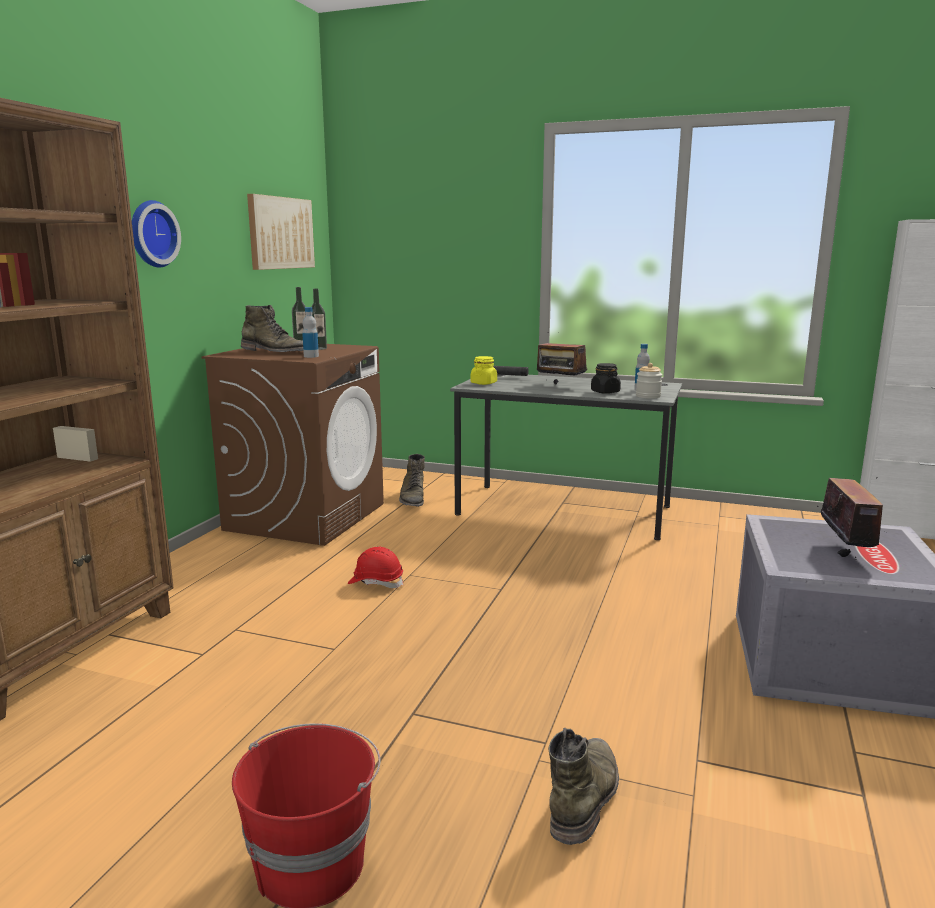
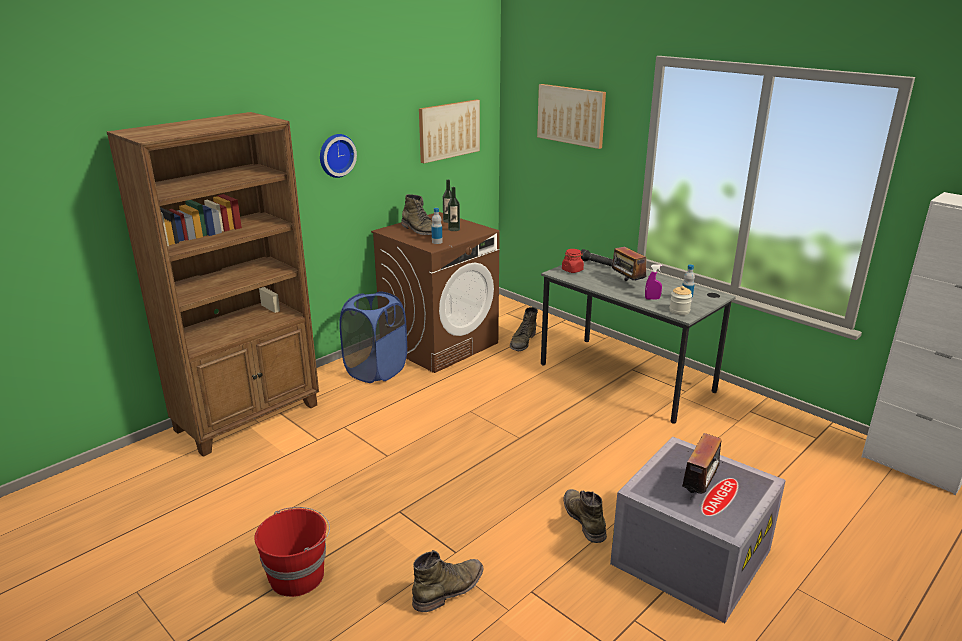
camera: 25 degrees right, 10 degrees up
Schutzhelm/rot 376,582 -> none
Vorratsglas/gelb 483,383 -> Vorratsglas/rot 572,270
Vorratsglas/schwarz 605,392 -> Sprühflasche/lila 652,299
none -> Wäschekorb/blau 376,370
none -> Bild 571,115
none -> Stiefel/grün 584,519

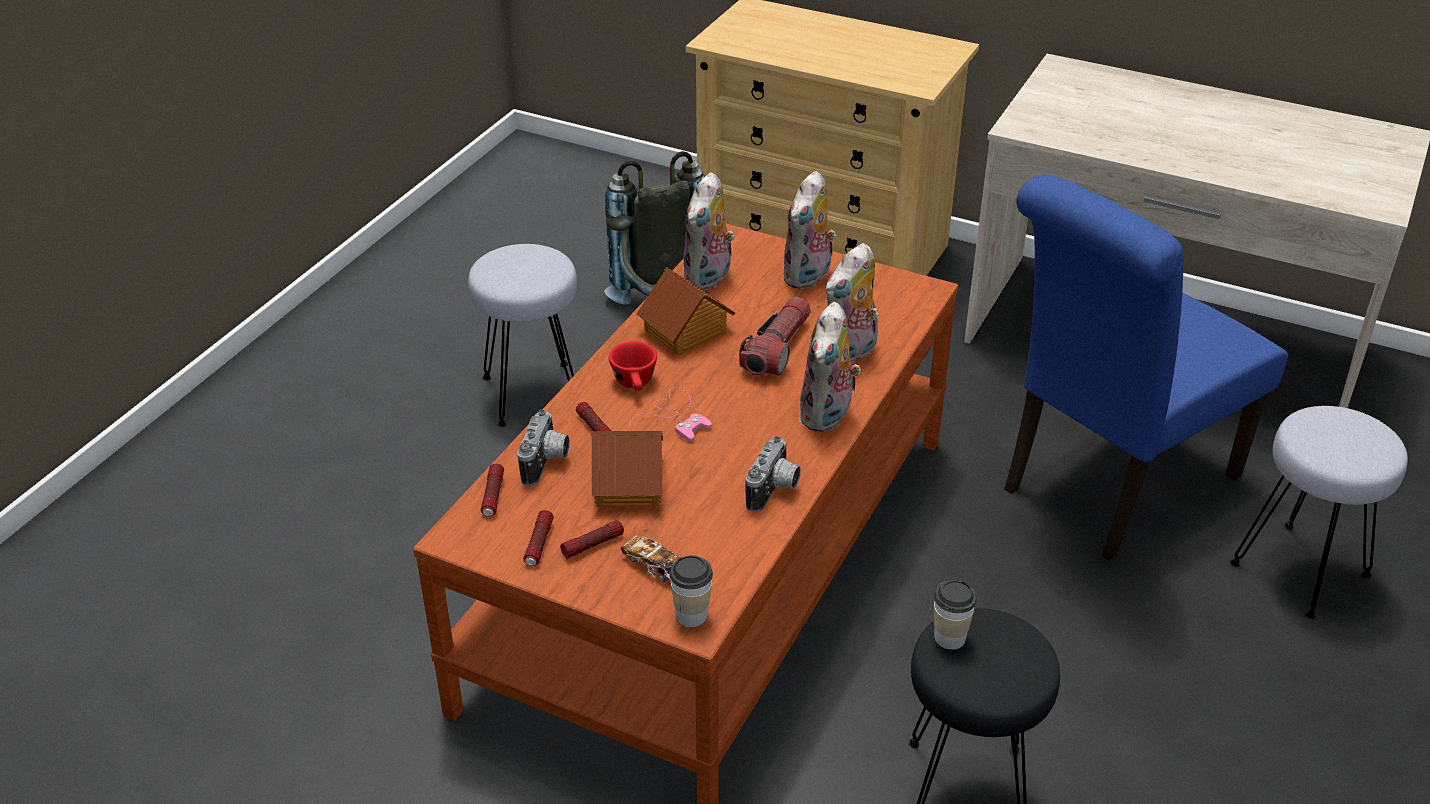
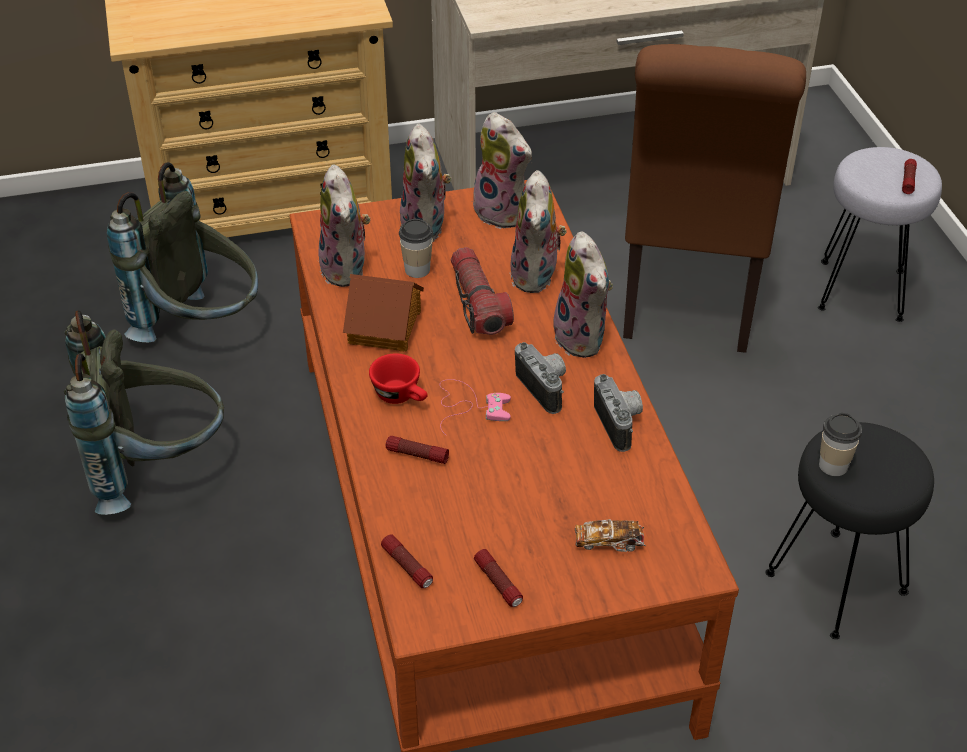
camera: 40 degrees left, 5 degrees up
Hocker/grau 533,393 -> Rucksack/grau 157,468
Kamera 547,463 -> Kamera 546,388, move
Taschenlampe 593,545 -> Taschenlampe 908,181, move
Spielzeughaus 627,483 -> none
Tasse 691,615 -> Tasse 417,269, move
Stuhl/blau 1109,487 -> Stuhl/braun 689,296
none -> Plüschtier 503,212

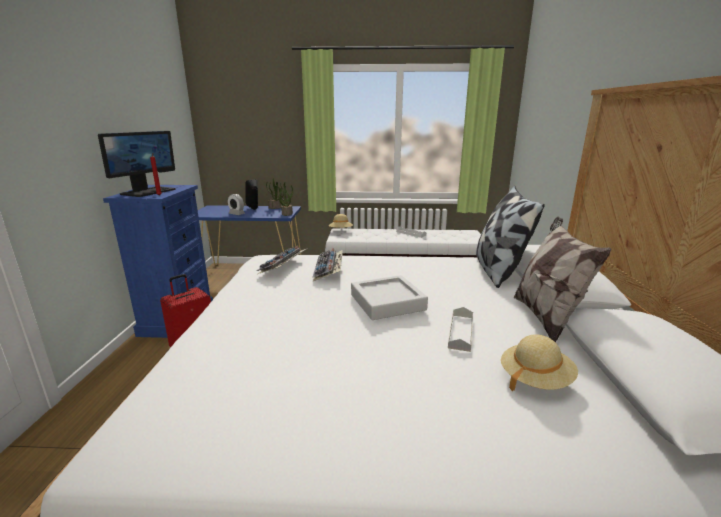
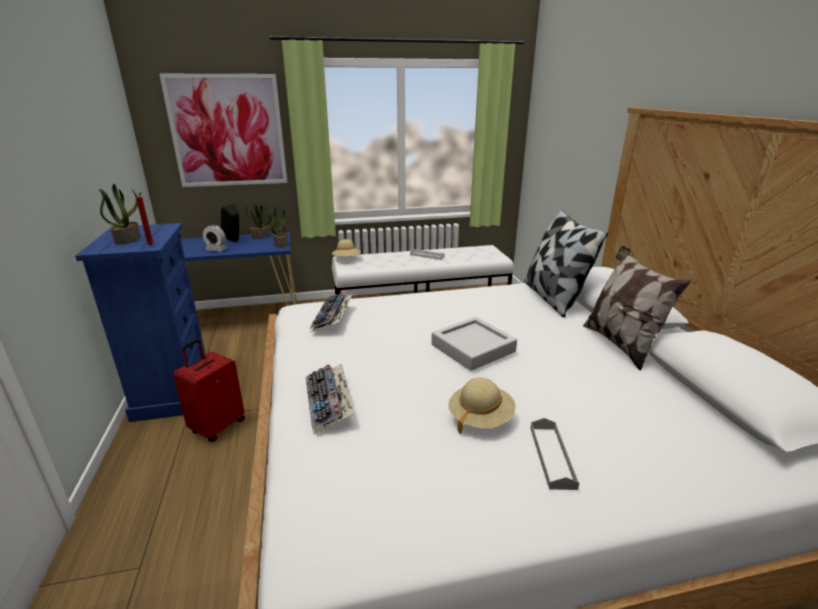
camera: 15 degrees left, 5 degrees up
Monitor 148,192 -> Topfpflanze 127,239
Tastatur 329,270 -> Tastatur 329,404, move
Tablett/grau 460,332 -> Tablett/grau 552,456, move
Hut/beige 535,379 -> Hut/beige 480,418, move
none -> Bild 228,131

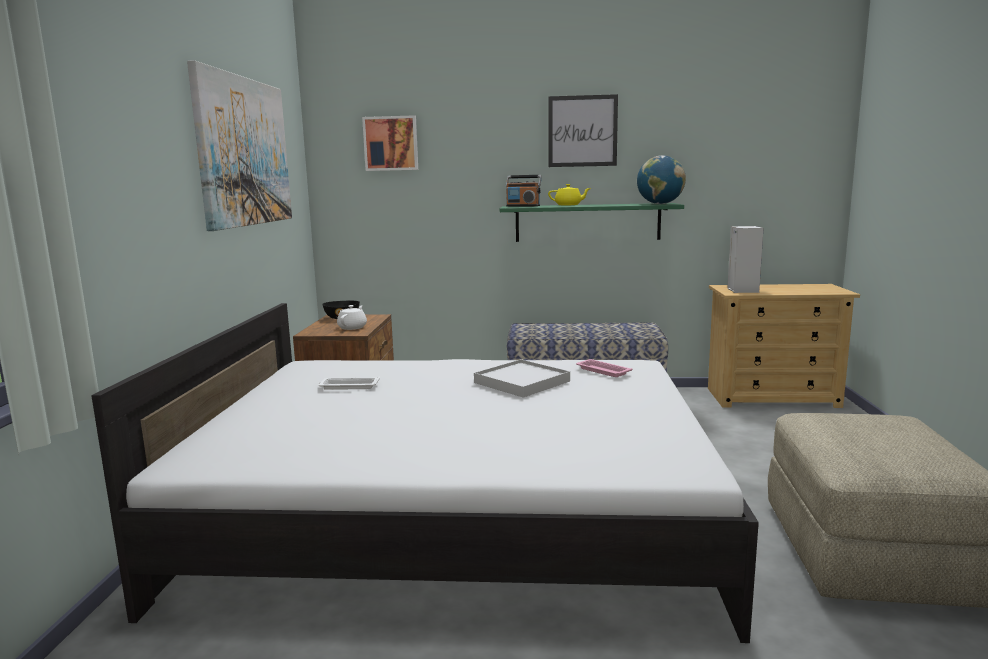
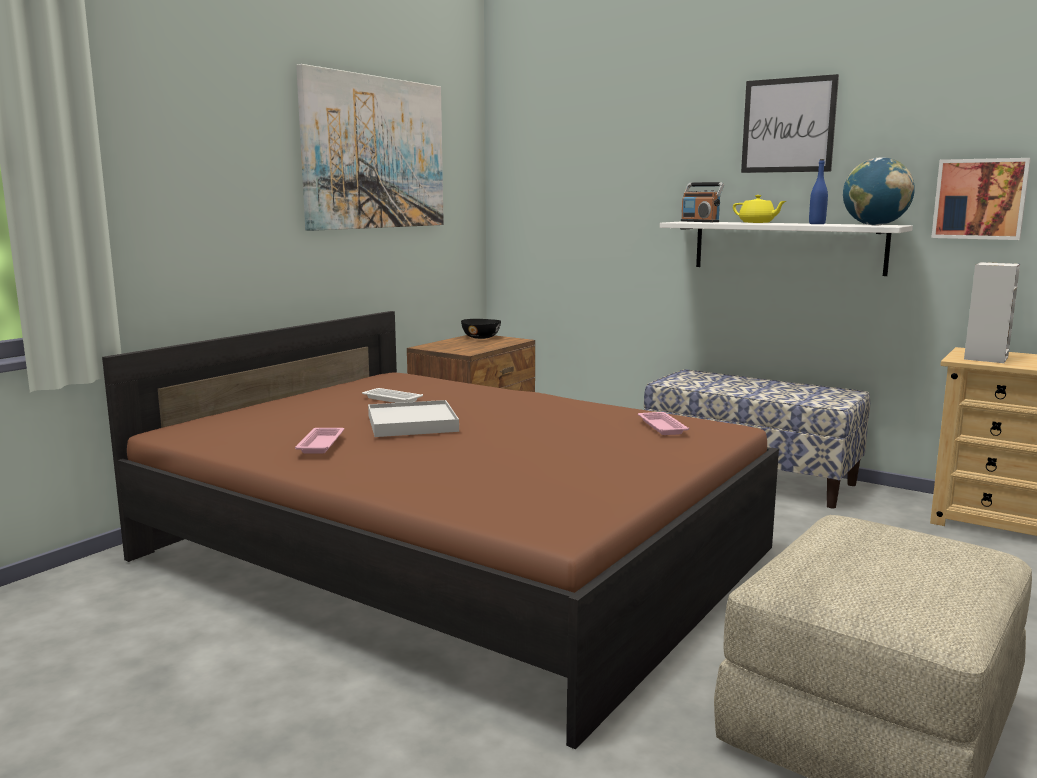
camera: 30 degrees right, 0 degrees up
Bett/weiß 456,515 -> Bett/braun 452,554
Teekanne/weiß 353,327 -> none
Bild 391,143 -> Bild 980,199, move
Tablett/weiß 521,382 -> Tablett/weiß 412,423, move
Wandregal/grün 587,222 -> Wandregal/weiß 787,247
none -> Tablett/rosa 321,444
none -> Flasche/blau 817,224

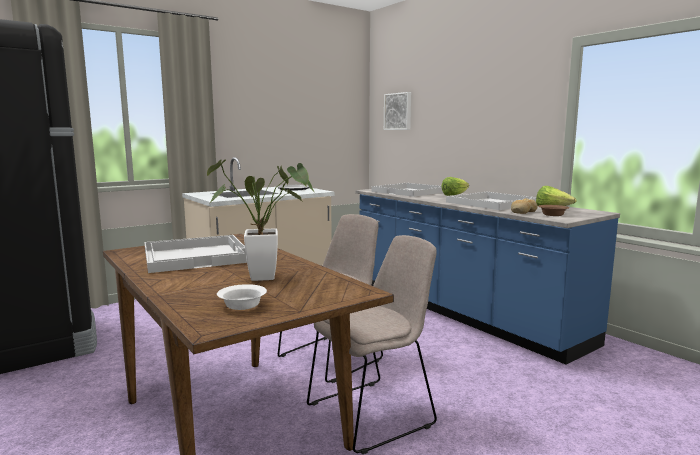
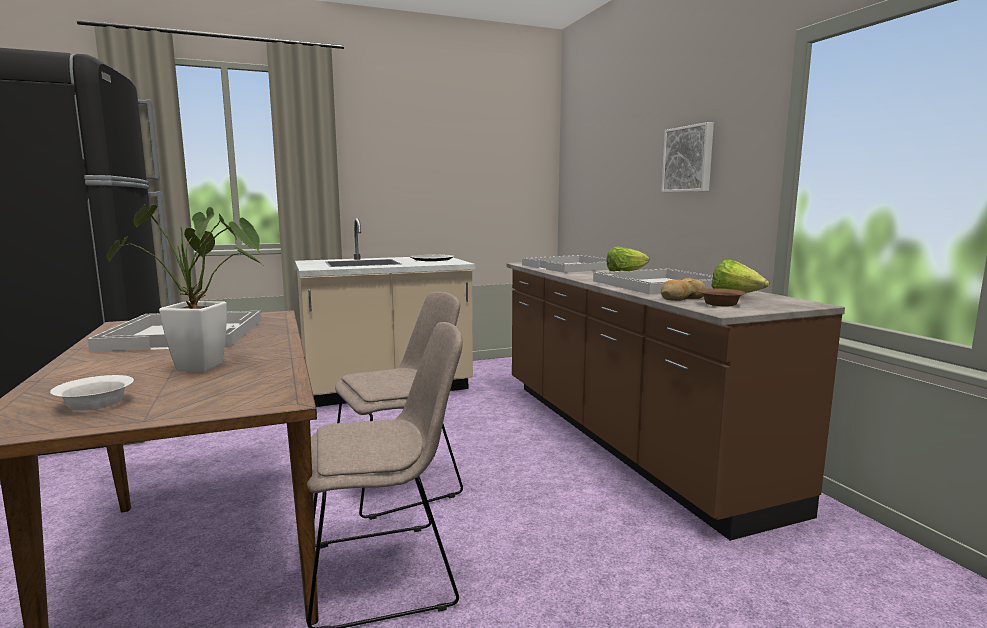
camera: 15 degrees right, 0 degrees up
Küchenzeile/blau 460,311 -> Küchenzeile/braun 623,438
Bild 398,111 -> Bild 689,159, move

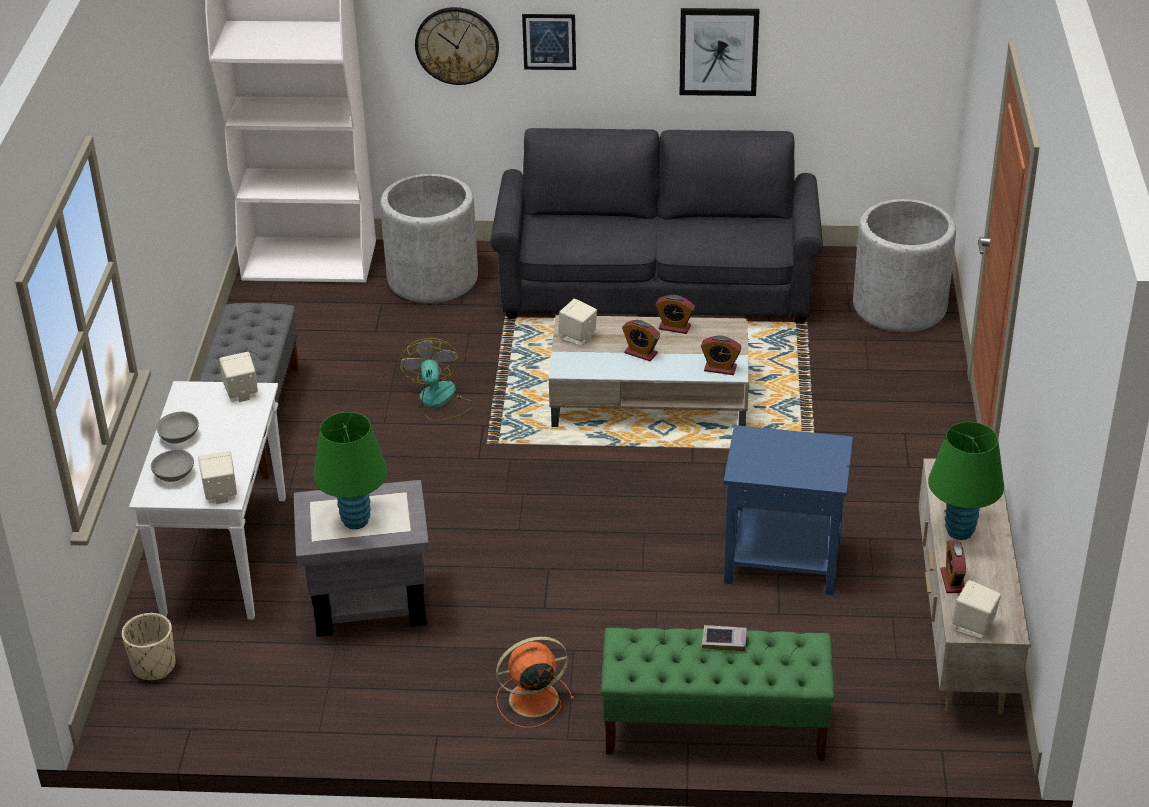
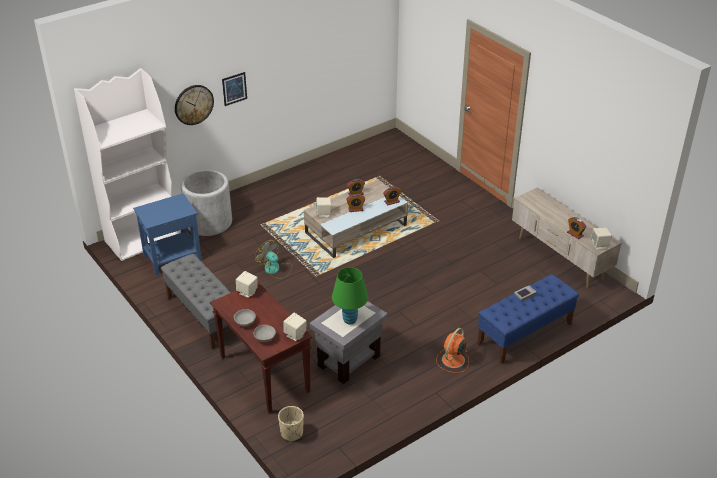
camera: 40 degrees left, 0 degrees up
Konsolentisch/weiß 224,555 -> Konsolentisch/braun 263,374
Sofa/grau 657,286 -> none
Bank/grün 714,728 -> Bank/blau 524,334
Bild 718,51 -> none
Beistelltisch/blau 782,560 -> Beistelltisch/blau 172,257, move
Pflanzkübel/grau 900,306 -> none
Tischlampe/grün 960,531 -> none

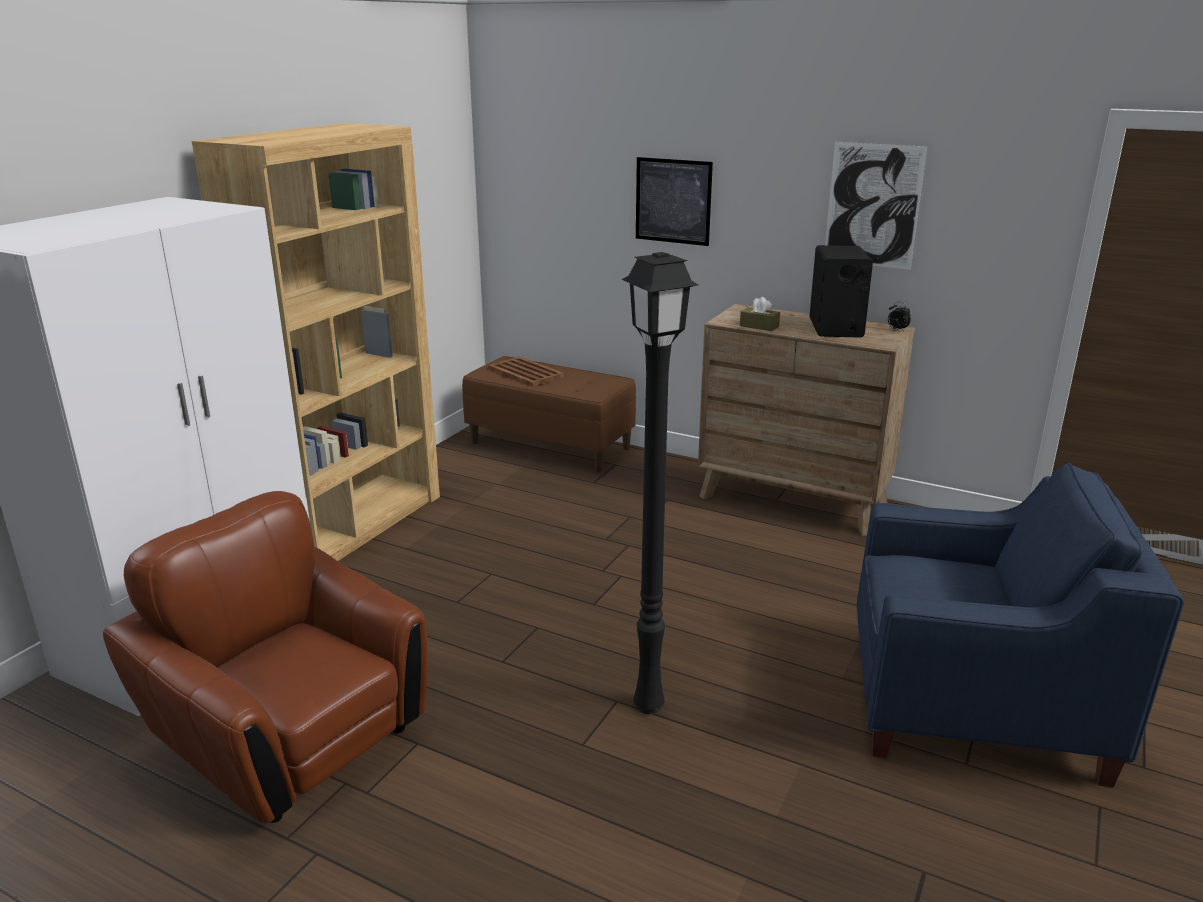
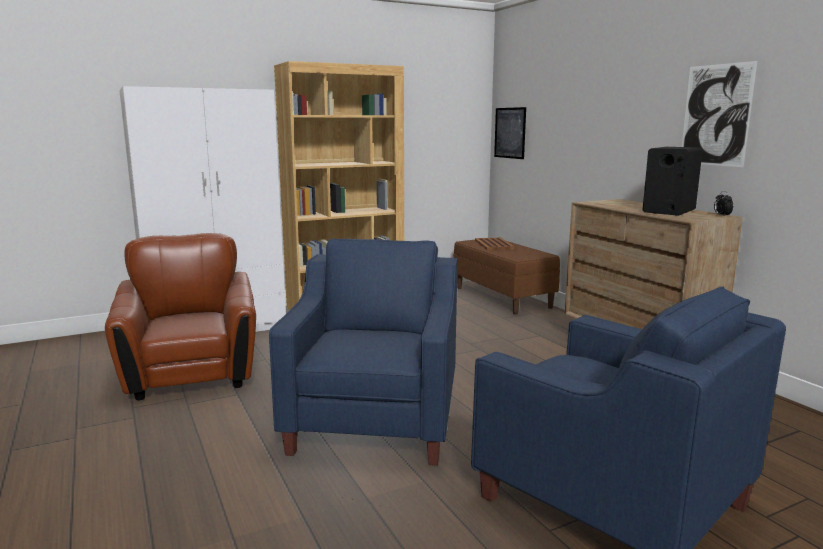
camera: 35 degrees right, 10 degrees down
Stehlampe/schwarz 649,704 -> Sessel/blau 376,420
Bild 673,201 -> Bild 510,133, move
Taschentuchbox/braun 759,326 -> none

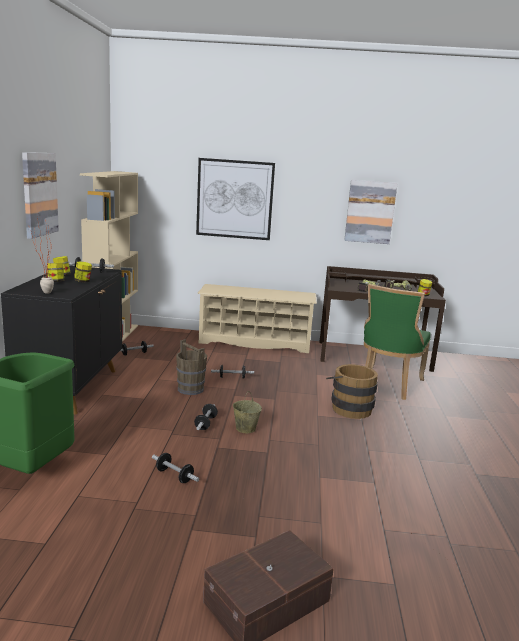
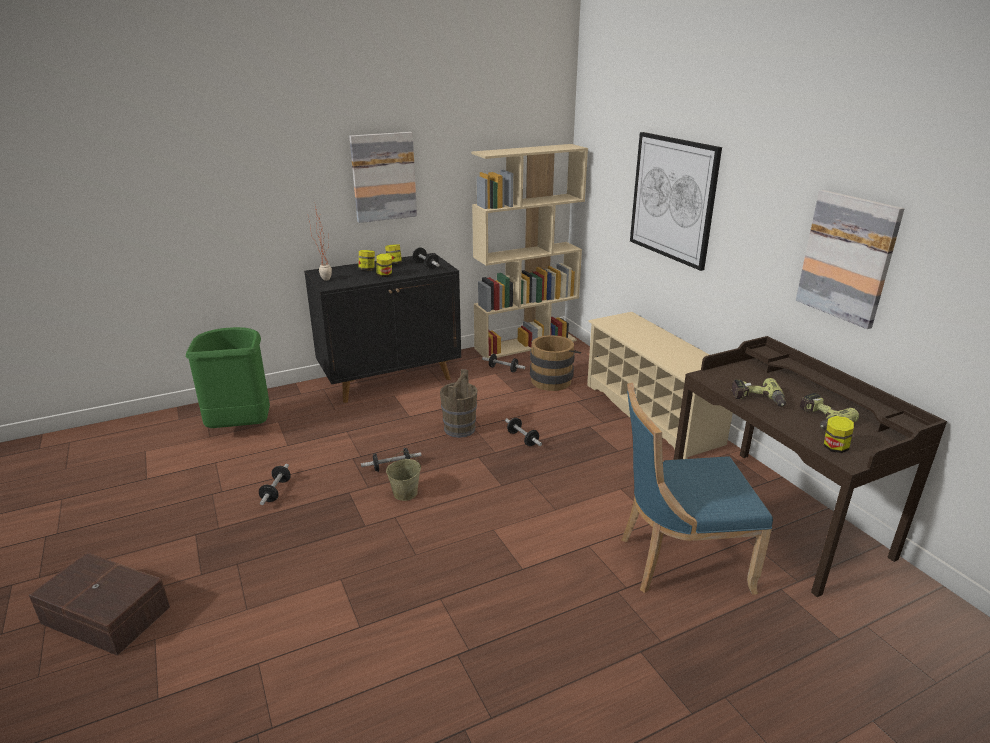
camera: 60 degrees right, 10 degrees up
Eimer/braun 349,408 -> Eimer/braun 553,379, move
Stuhl/grün 388,385 -> Stuhl/blau 678,561

